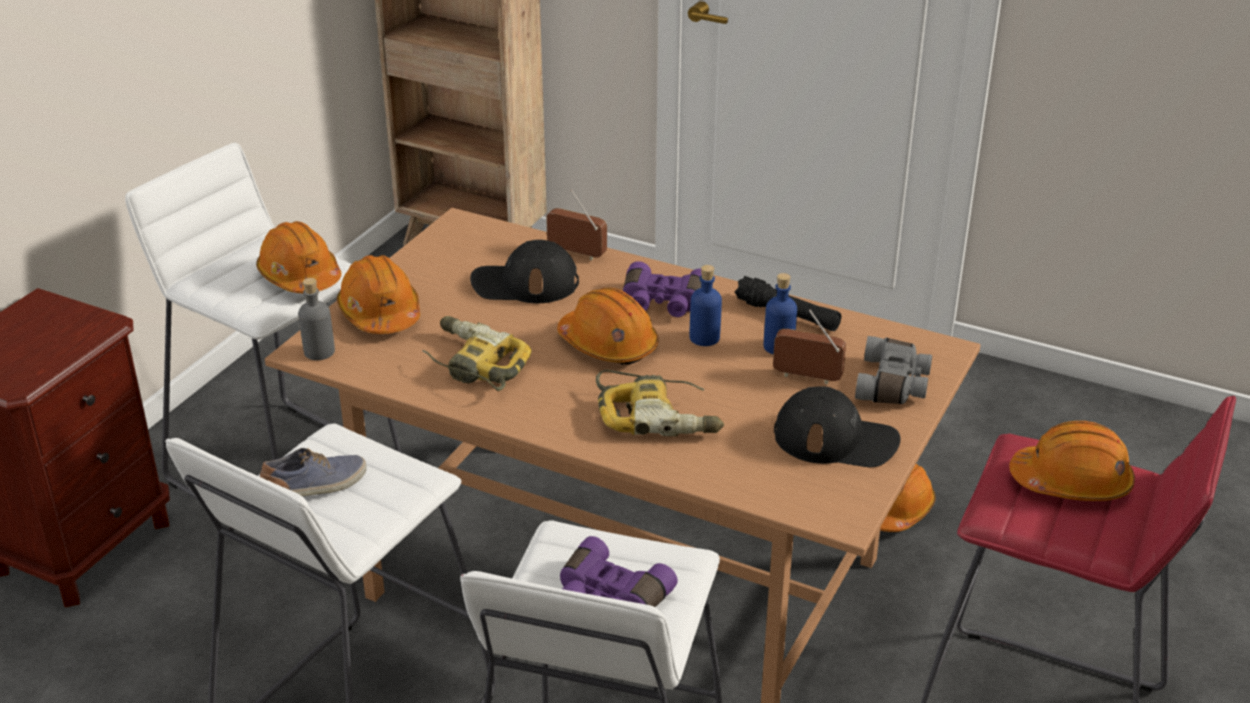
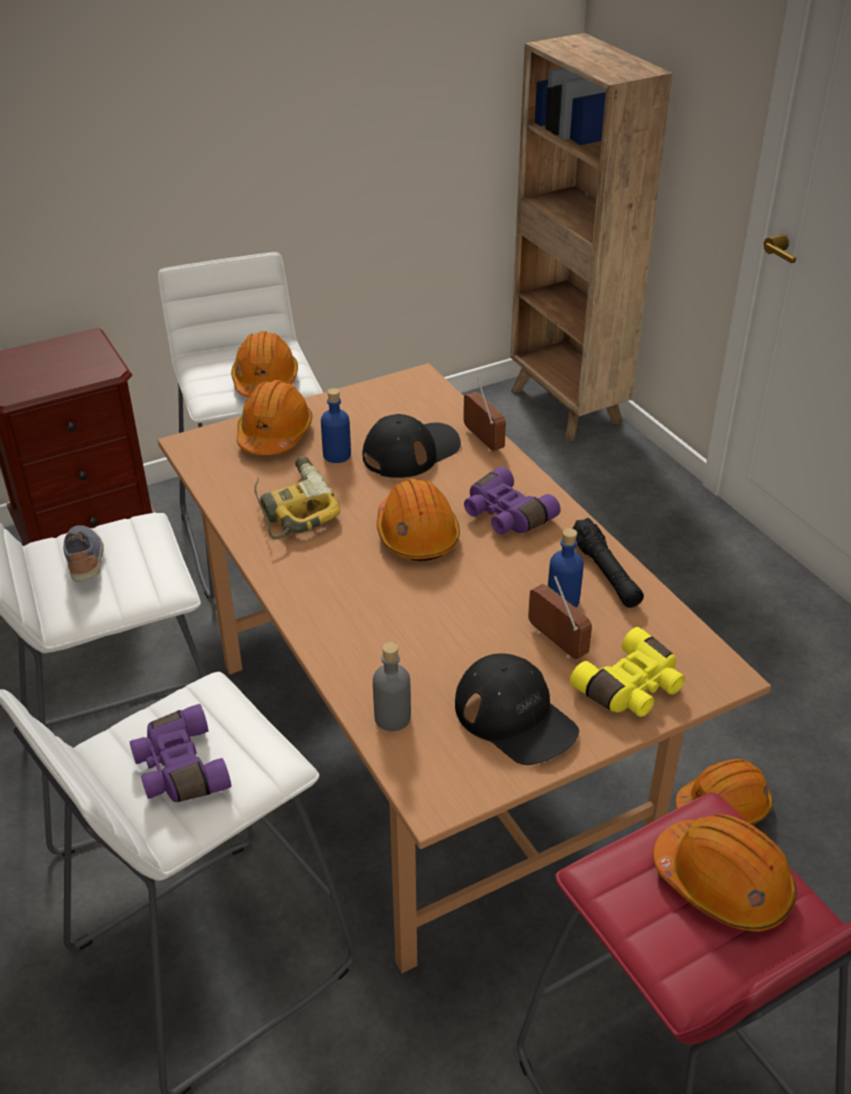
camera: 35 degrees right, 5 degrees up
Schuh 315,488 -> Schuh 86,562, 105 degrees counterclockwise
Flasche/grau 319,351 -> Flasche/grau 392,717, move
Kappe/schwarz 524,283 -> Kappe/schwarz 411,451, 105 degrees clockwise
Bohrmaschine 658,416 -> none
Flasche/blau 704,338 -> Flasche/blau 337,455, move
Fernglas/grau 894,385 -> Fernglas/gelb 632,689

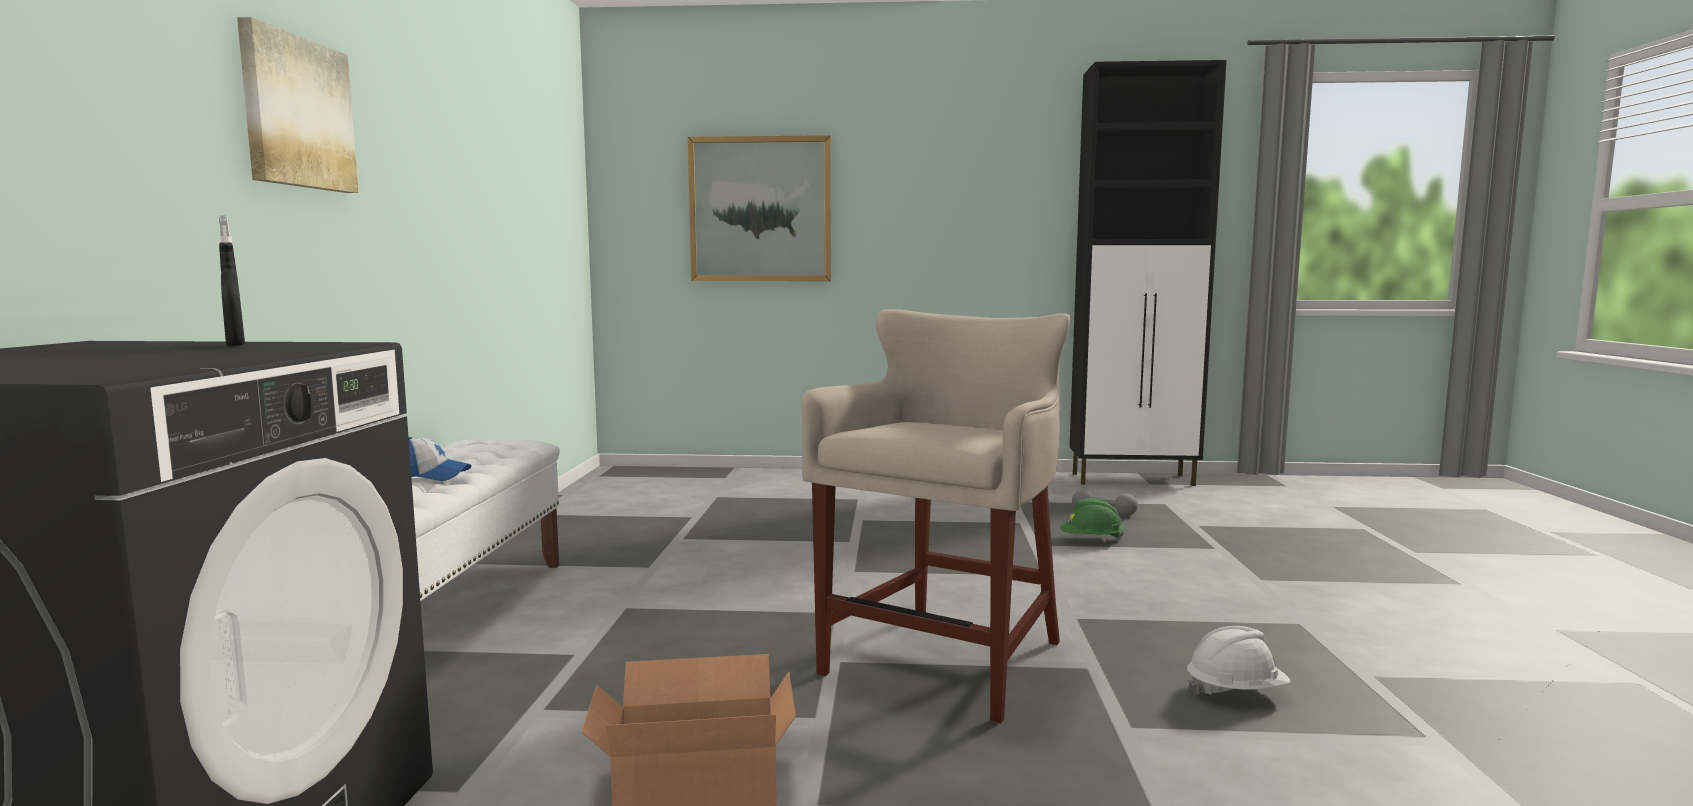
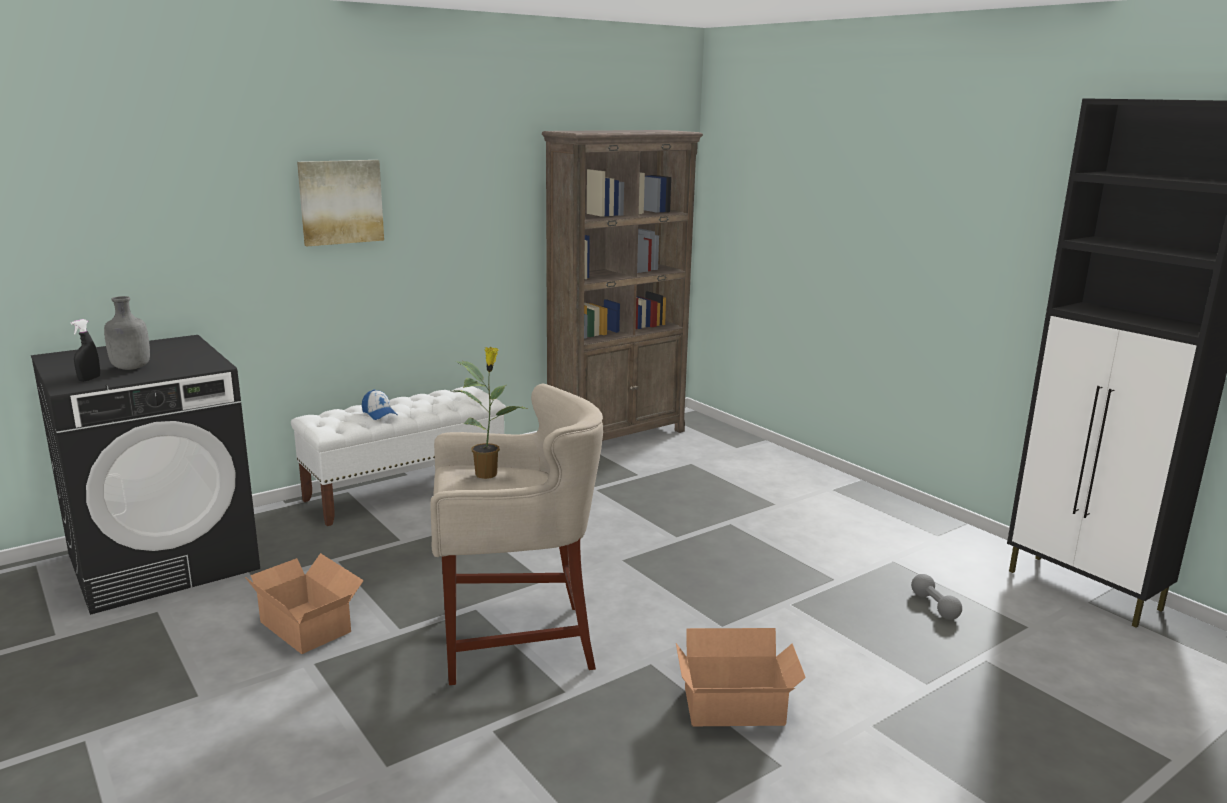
camera: 50 degrees right, 10 degrees up
Sprühflasche/schwarz 235,345 -> Sprühflasche/schwarz 89,379, move
Bild 760,209 -> none
Schutzhelm/grün 1091,540 -> none
Schutzhelm/weiß 1235,691 -> none
none -> Flasche/grau 130,368
none -> Topfpflanze 487,474
none -> Bücherregal/braun 618,436
none -> Karton 737,709

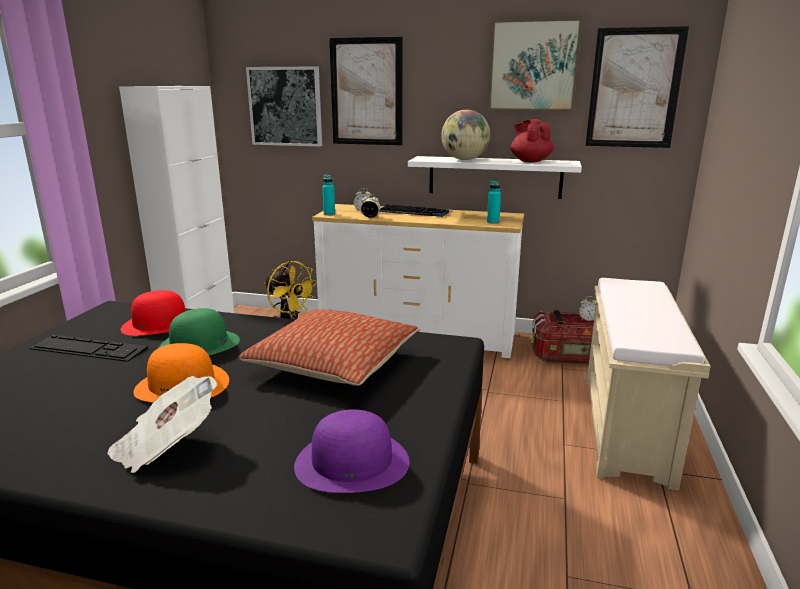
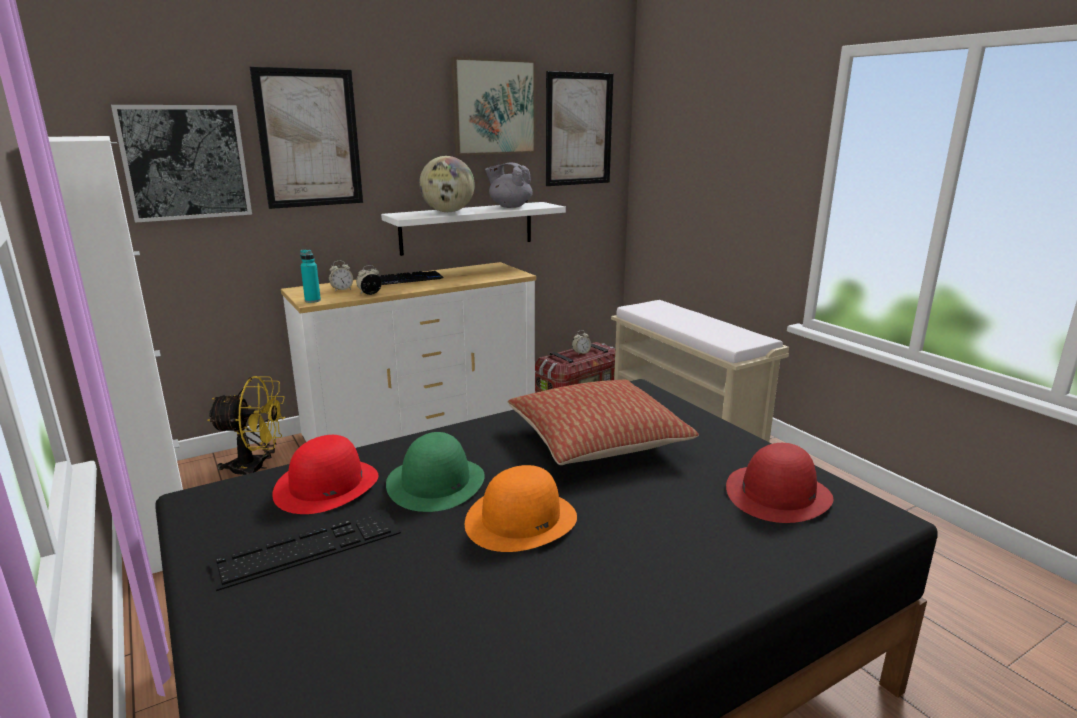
camera: 45 degrees left, 0 degrees up
Zeitung 166,446 -> none
Hut/lila 352,462 -> Hut/rot 778,493
Flasche/türkis 493,222 -> none
Teekanne/rot 530,161 -> Teekanne/grau 510,206

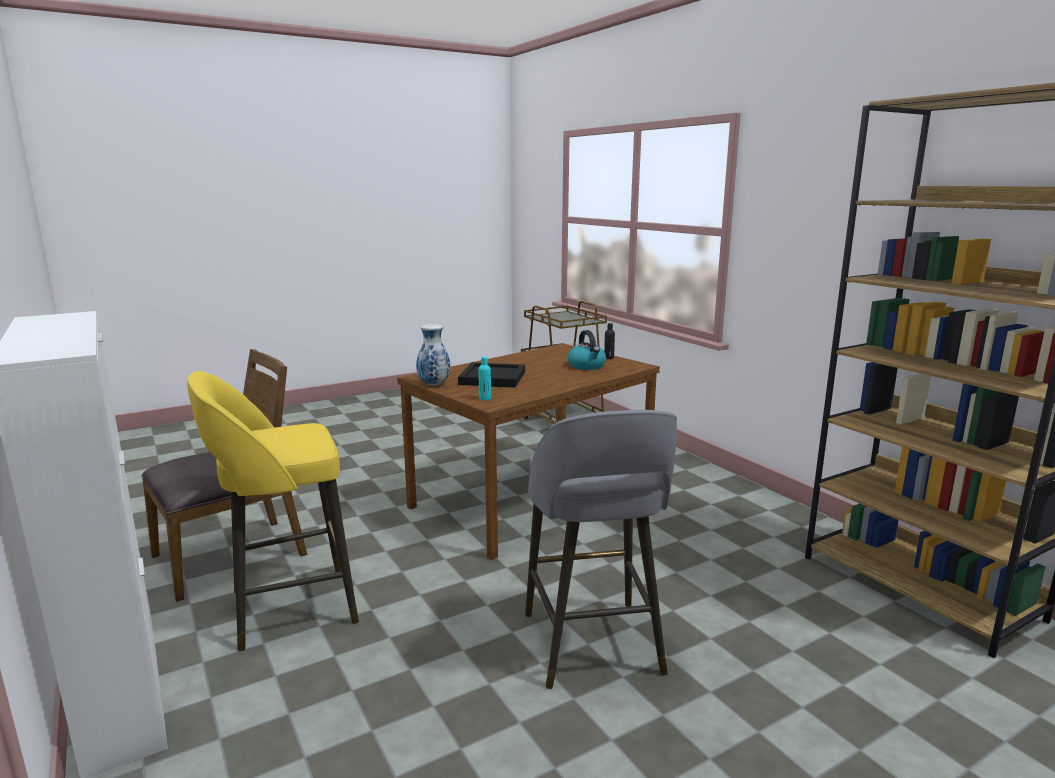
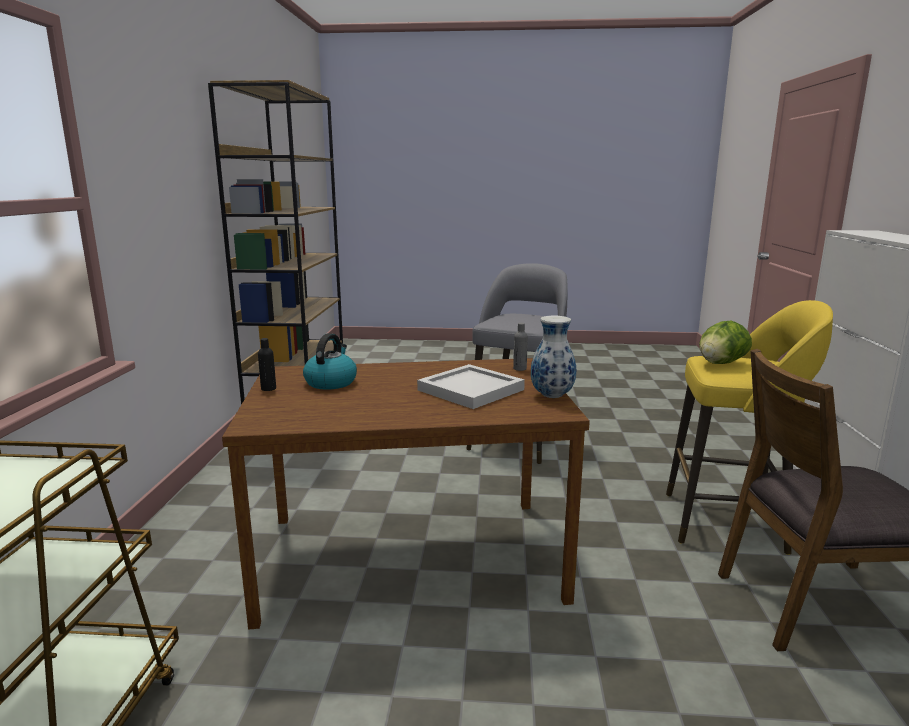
camera: 145 degrees left, 0 degrees up
Tablett/schwarz 492,378 -> Tablett/weiß 471,390
Flasche/türkis 485,398 -> Flasche/grau 519,369
none -> Salatkopf 721,363

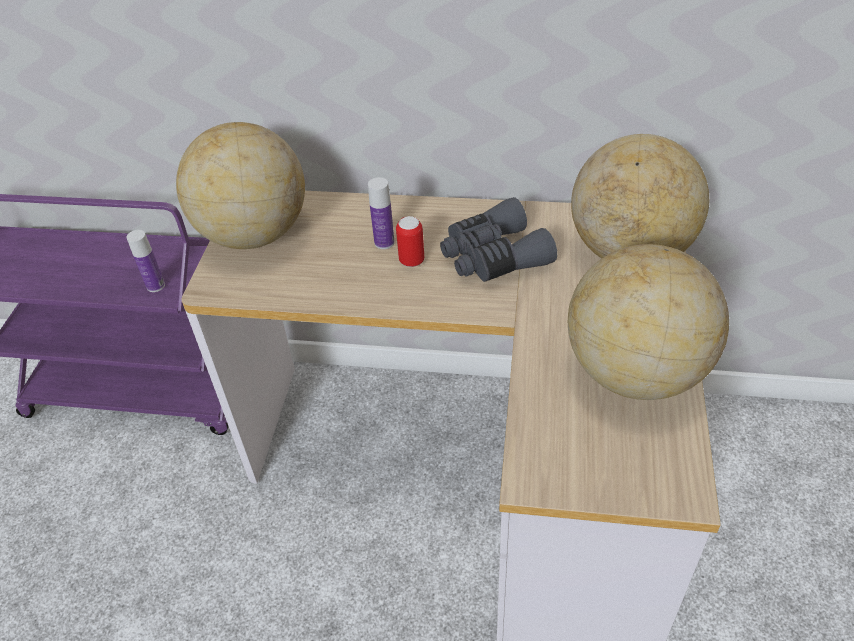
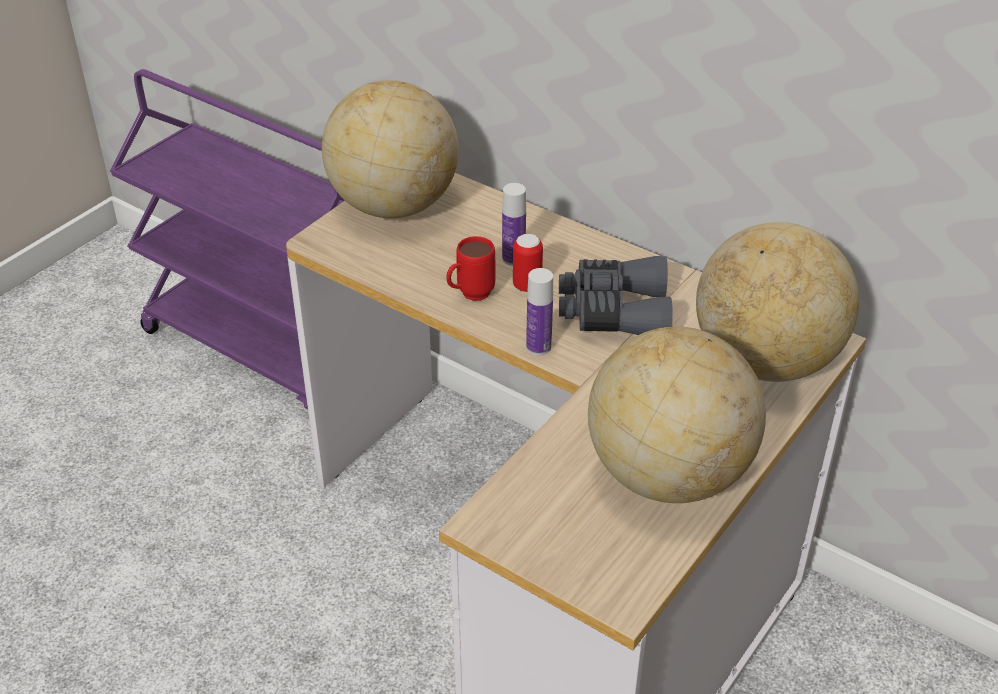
camera: 25 degrees right, 5 degrees down
Flasche 155,286 -> Flasche 538,347, move
none -> Henkelbecher/rot 469,296

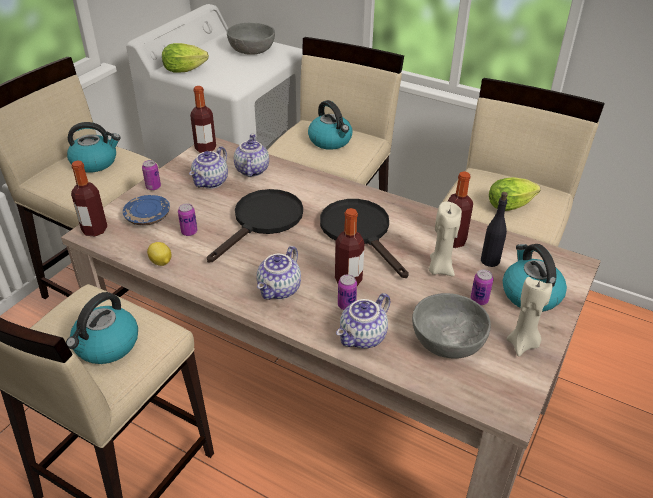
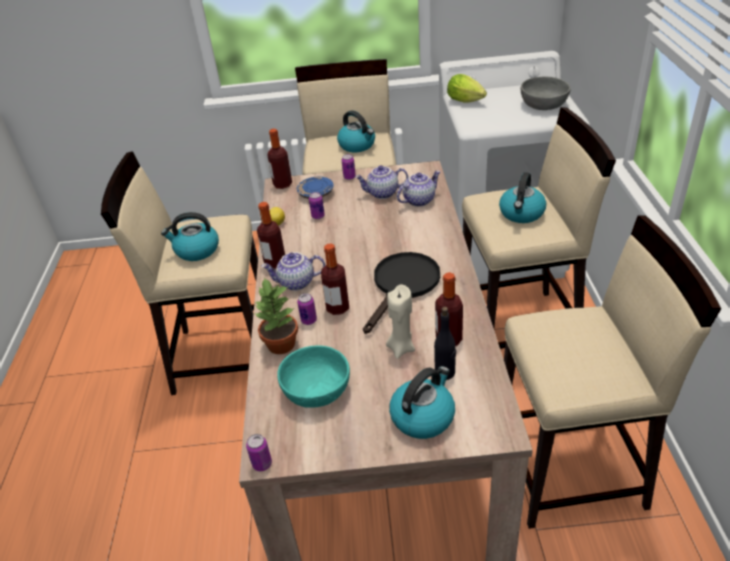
camera: 60 degrees right, 0 degrees up
Flasche 205,148 -> Flasche 275,263, move
Pfanne/schwarz 263,221 -> none
Teekanne 363,338 -> Topfpflanze 281,345
Schüssel/grau 447,340 -> Schüssel/türkis 316,389
Dose 479,300 -> Dose 262,464, move
Salatkopf 512,205 -> none
Kerze/beige 522,344 -> none

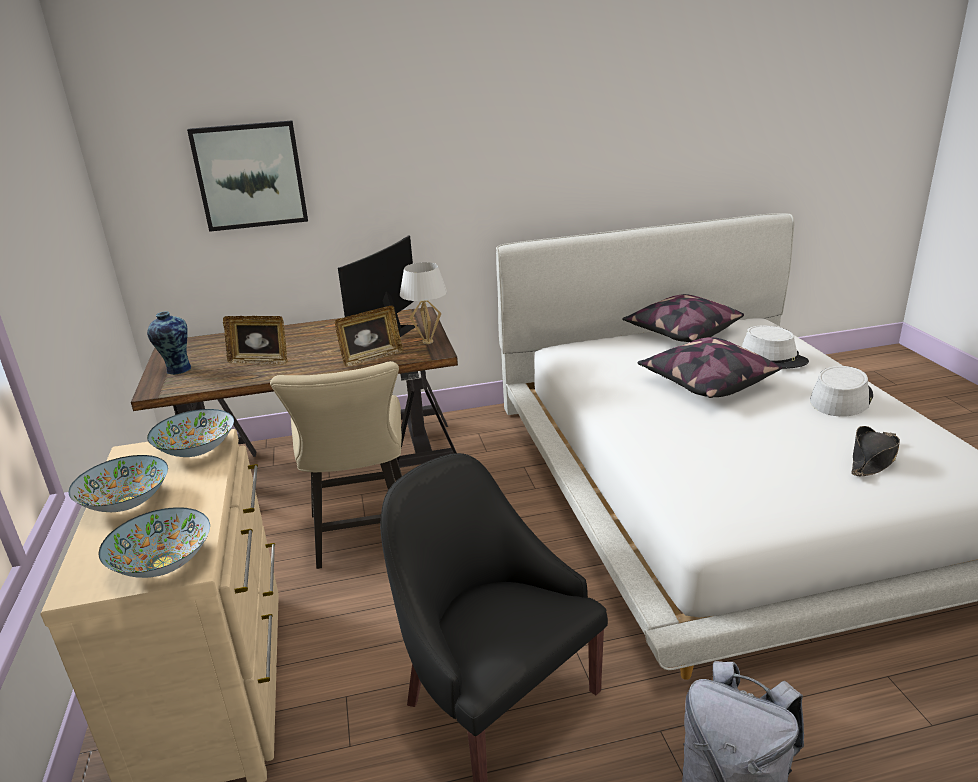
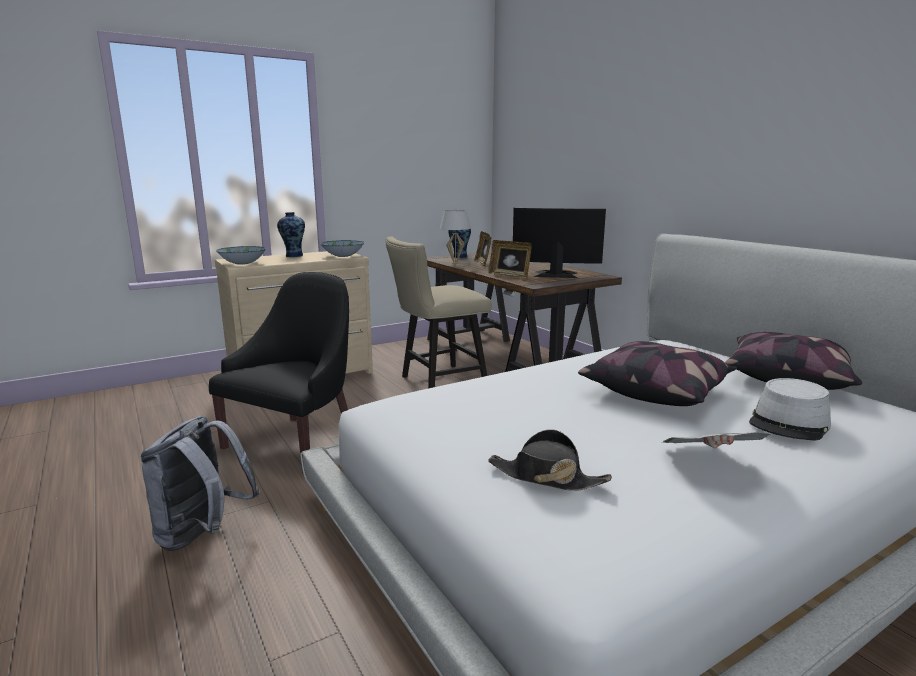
camera: 70 degrees right, 10 degrees down
Schüssel 126,502 -> Vase 293,256
Bild 250,176 -> none
Tischlampe/weiß 427,341 -> Tischlampe/weiß 455,263, move
Hut/grau 841,398 -> Zeitung 709,462

